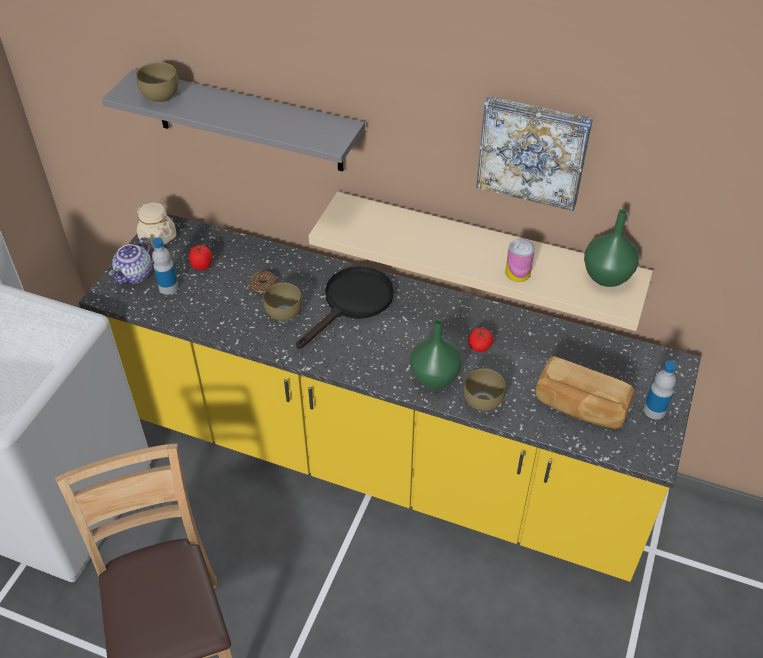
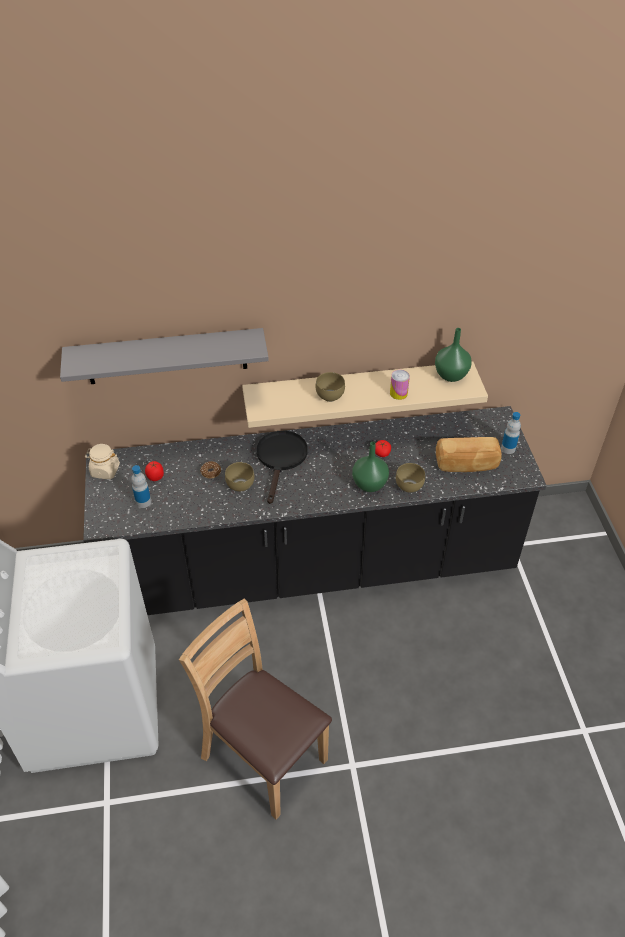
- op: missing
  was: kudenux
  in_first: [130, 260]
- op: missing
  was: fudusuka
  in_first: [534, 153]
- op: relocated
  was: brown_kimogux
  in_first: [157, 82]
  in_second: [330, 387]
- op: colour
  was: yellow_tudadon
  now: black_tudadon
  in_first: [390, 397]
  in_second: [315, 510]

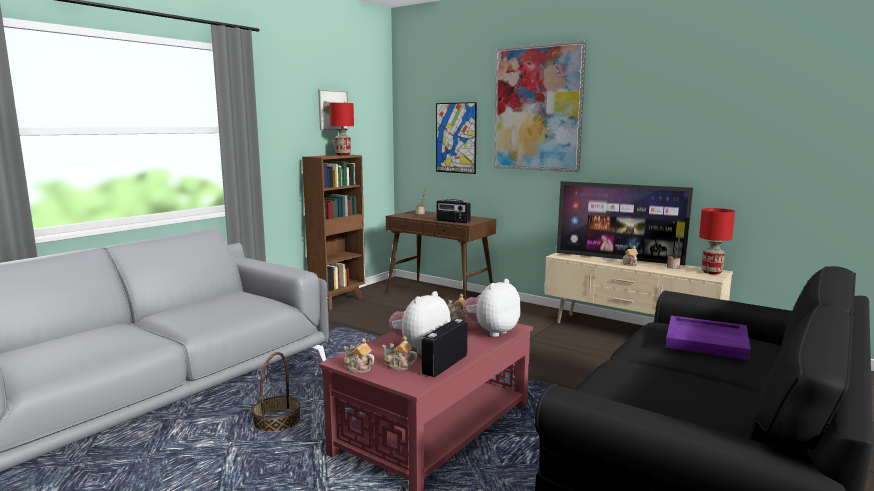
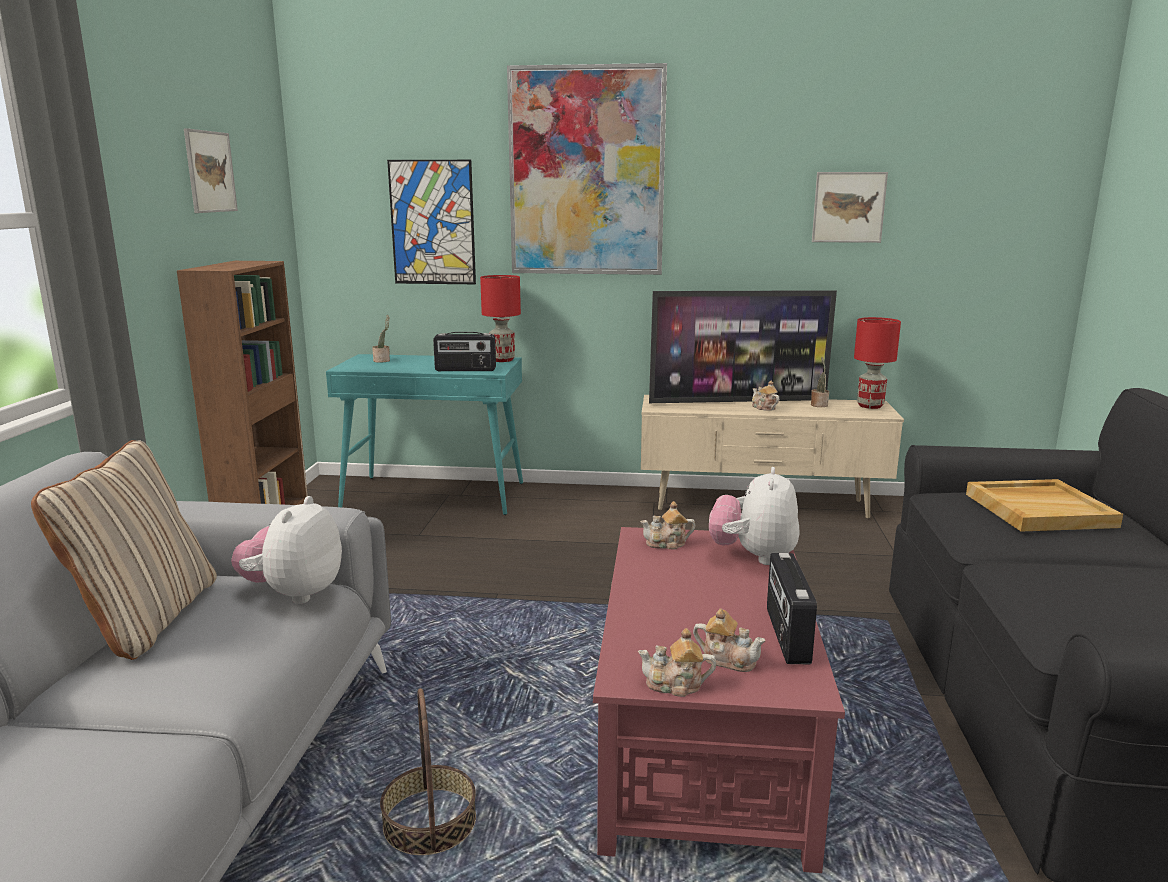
- op: appeared
  now: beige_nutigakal
  in_second: [124, 550]
- op: appeared
  now: fudusuka
  in_second: [850, 207]
- op: relocated
  was: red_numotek
  in_first: [341, 129]
  in_second: [500, 318]
- op: relocated
  was: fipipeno
  in_first: [420, 323]
  in_second: [286, 550]
- op: colour
  was: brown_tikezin
  now: turquoise_tikezin
  in_first: [441, 255]
  in_second: [424, 434]
- op: colour
  was: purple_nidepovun
  now: beige_nidepovun
  in_first: [708, 338]
  in_second: [1044, 505]
- op: spun
  was: kudenux
  in_first: [400, 353]
  in_second: [729, 640]
  clockwise: -150

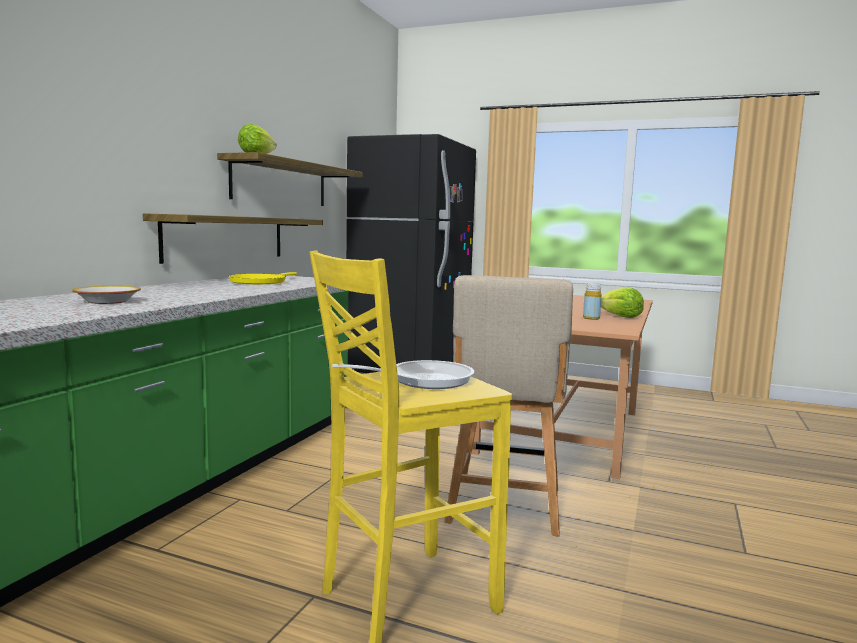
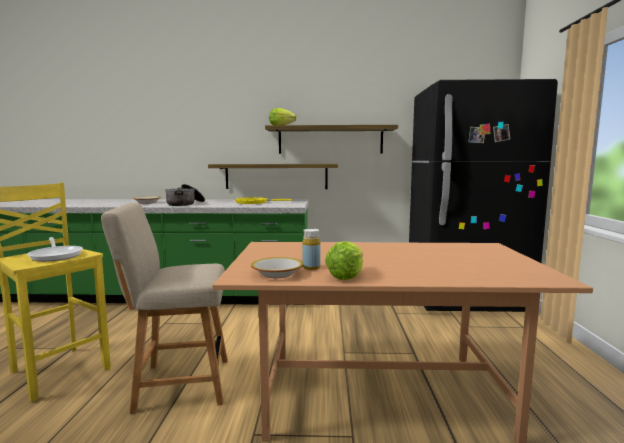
- op: appeared
  now: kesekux
  in_second: [185, 195]
- op: appeared
  now: kimogux
  in_second: [277, 267]

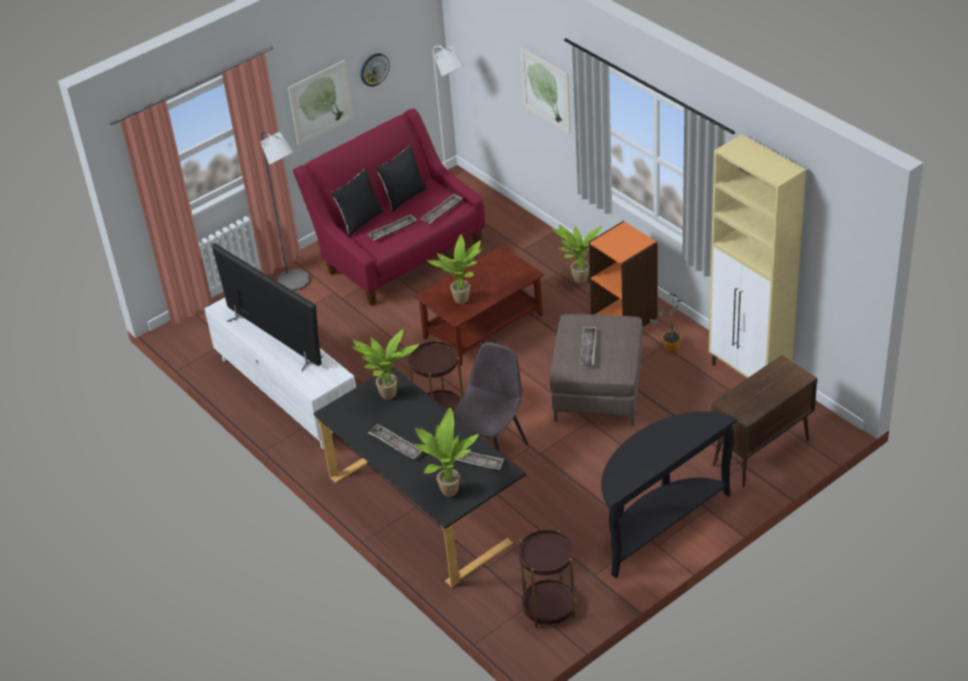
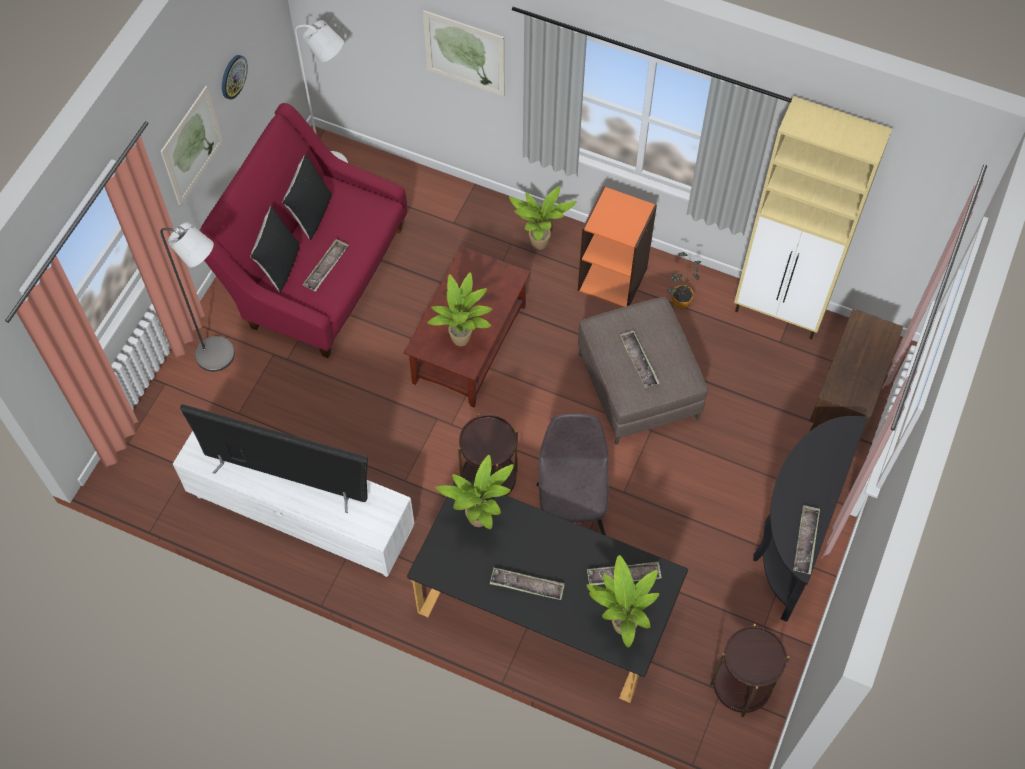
- op: relocated
  was: nidepovun
  in_first: [442, 208]
  in_second: [806, 540]

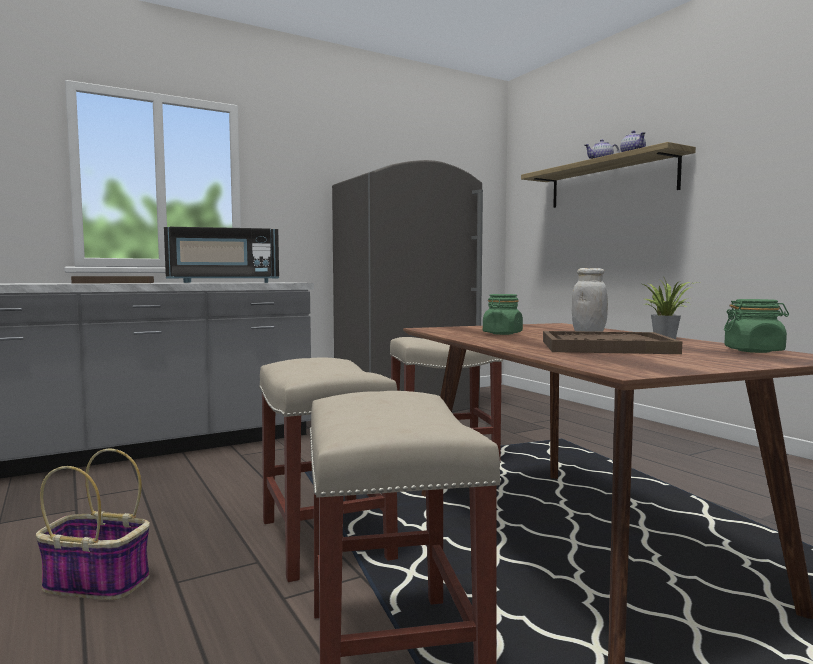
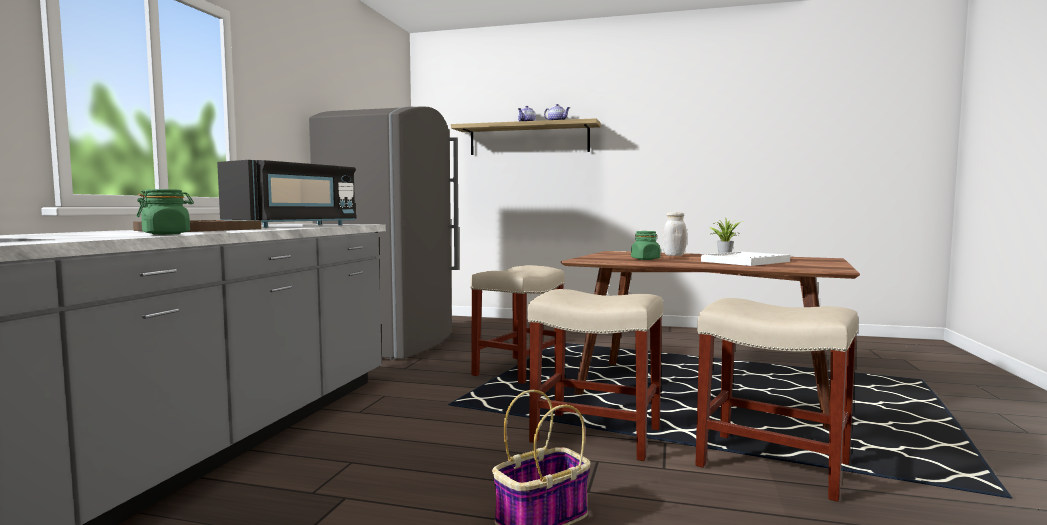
- op: relocated
  was: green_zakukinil
  in_first: [756, 326]
  in_second: [165, 212]
- op: colour
  was: brown_nidepovun
  now: white_nidepovun
  in_first: [612, 342]
  in_second: [745, 259]

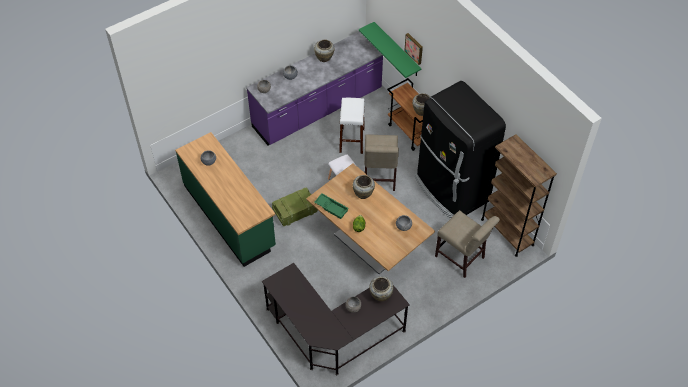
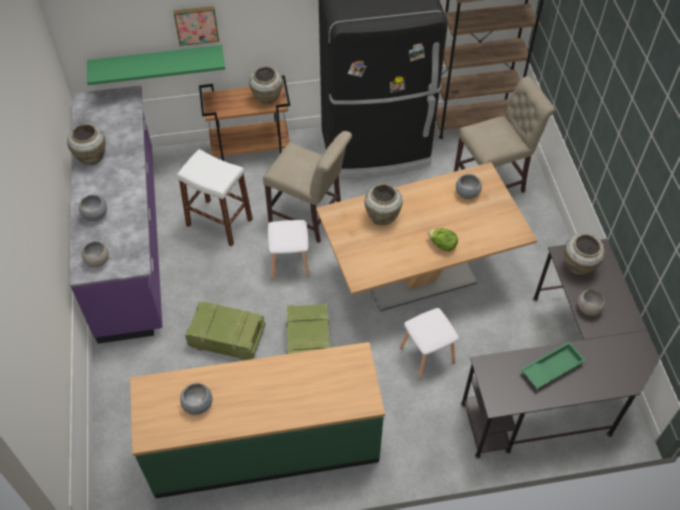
- op: appeared
  now: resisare
  in_second: [225, 330]
- op: appeared
  now: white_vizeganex
  in_second: [429, 343]
- op: relocated
  was: green_nidepovun
  in_first: [331, 206]
  in_second: [553, 365]

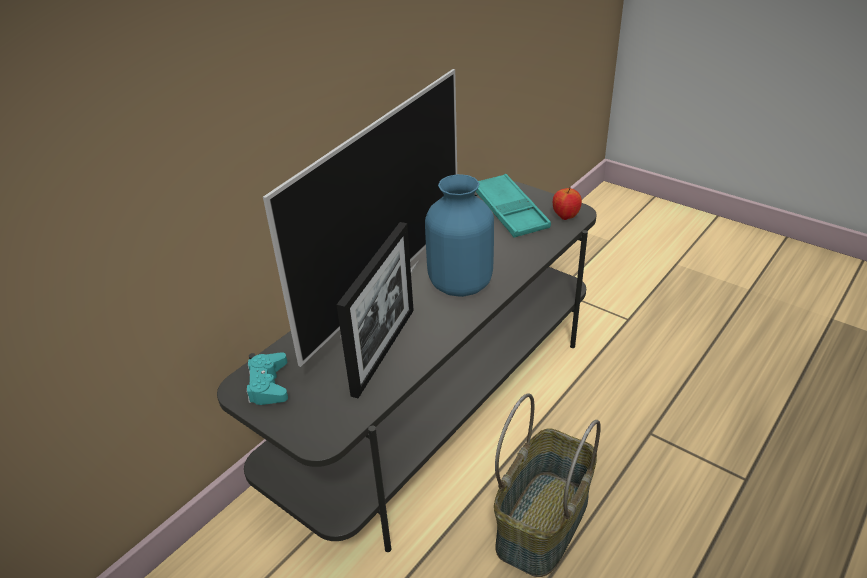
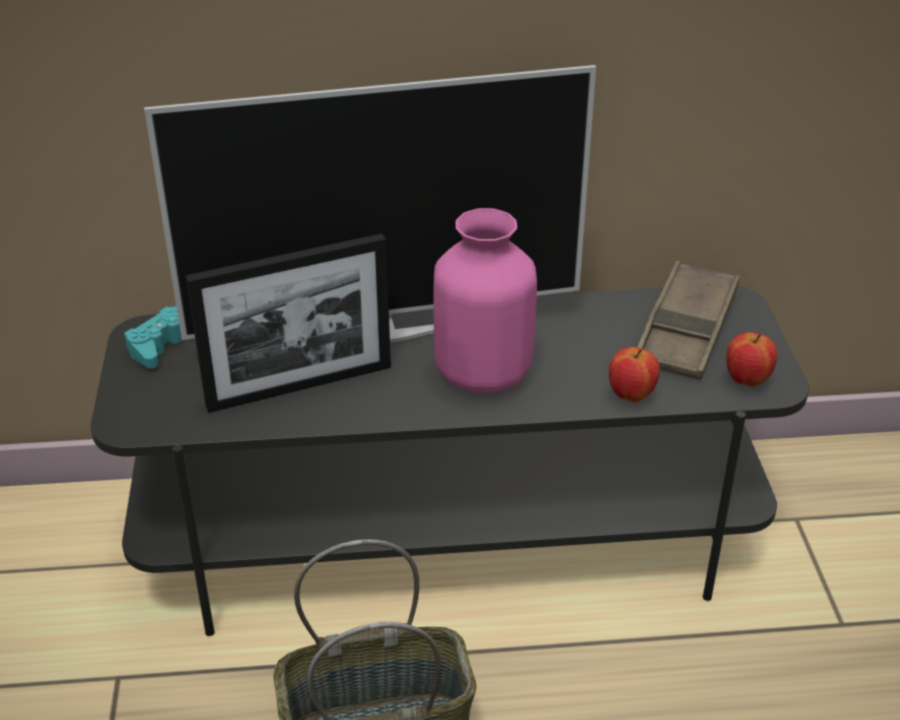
- op: appeared
  now: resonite
  in_second: [634, 374]
- op: colour
  was: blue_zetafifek
  now: pink_zetafifek
  in_first: [459, 235]
  in_second: [485, 300]
- op: colour
  was: turquoise_nidepovun
  now: brown_nidepovun
  in_first: [513, 206]
  in_second: [688, 320]

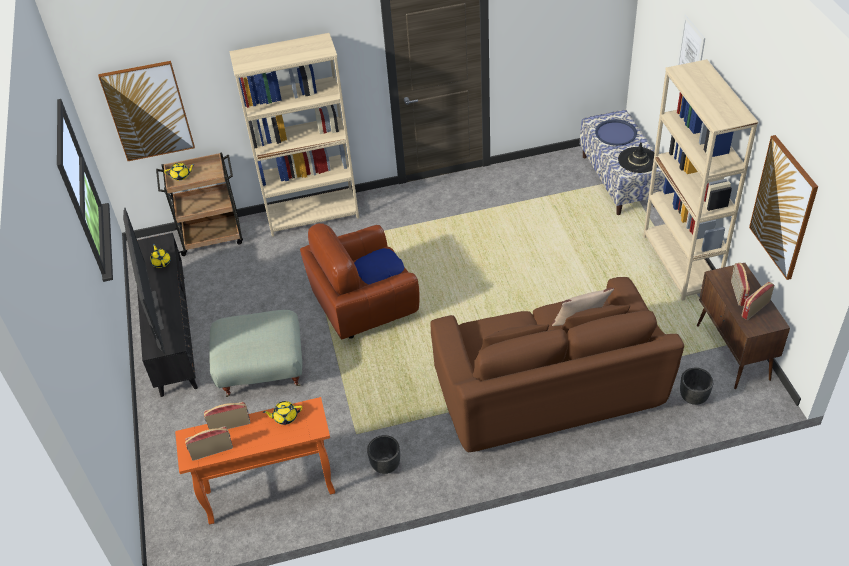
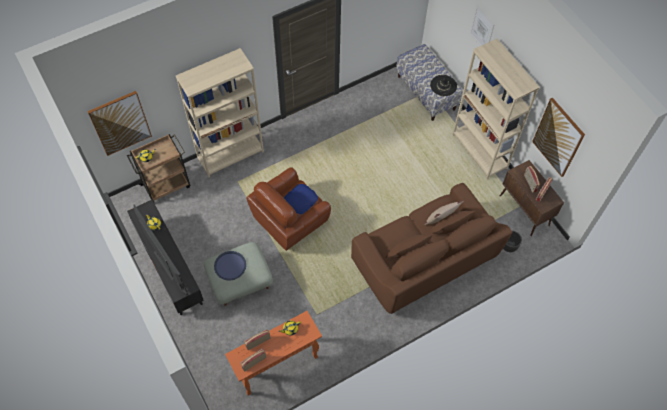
- op: missing
  was: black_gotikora
  in_first: [383, 454]
- op: relocated
  was: blue_nidepovun
  in_first: [616, 132]
  in_second: [230, 265]

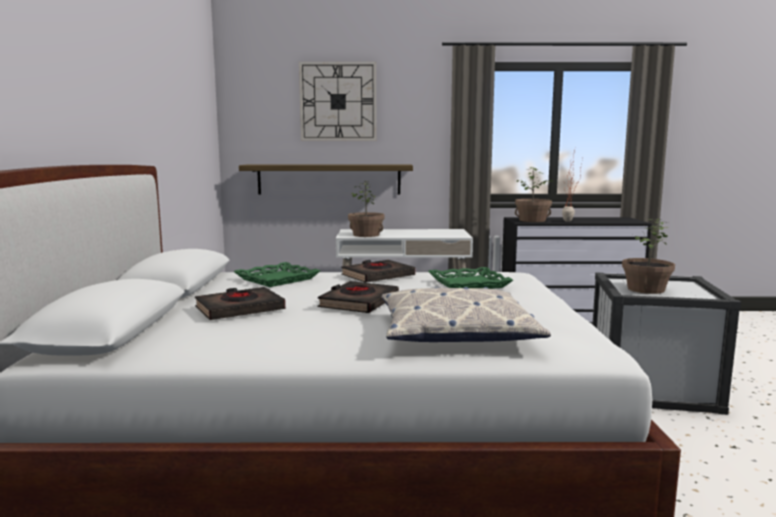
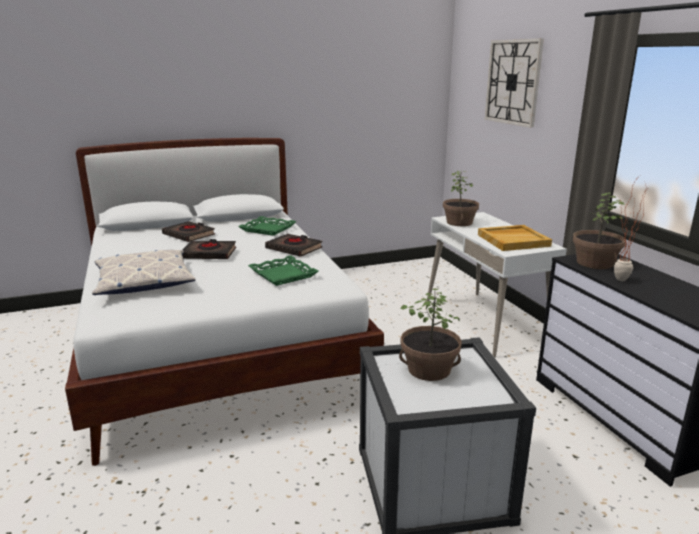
- op: missing
  was: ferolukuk
  in_first: [326, 180]
- op: appeared
  now: beige_nidepovun
  in_second: [515, 238]

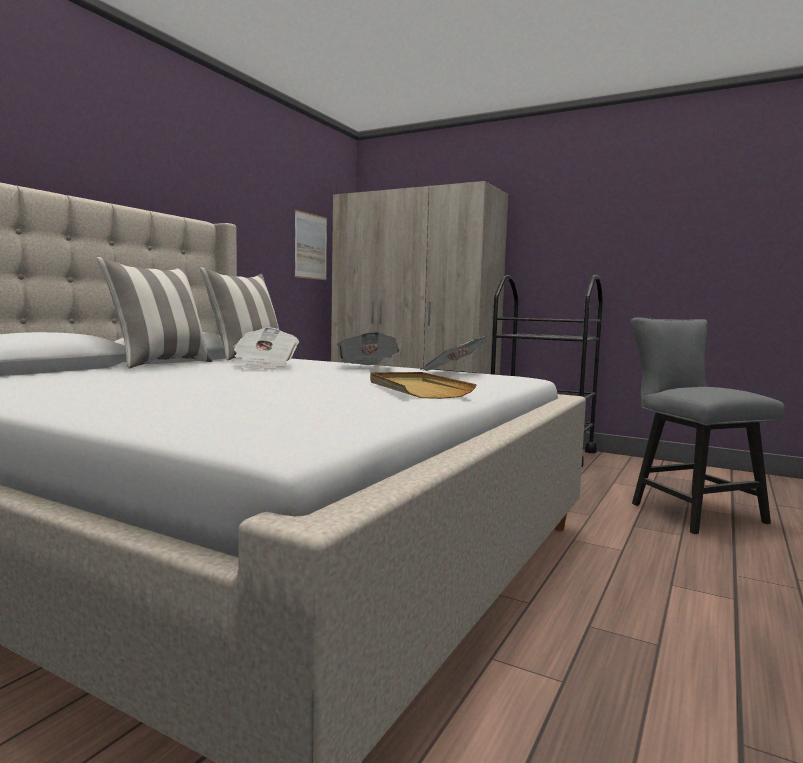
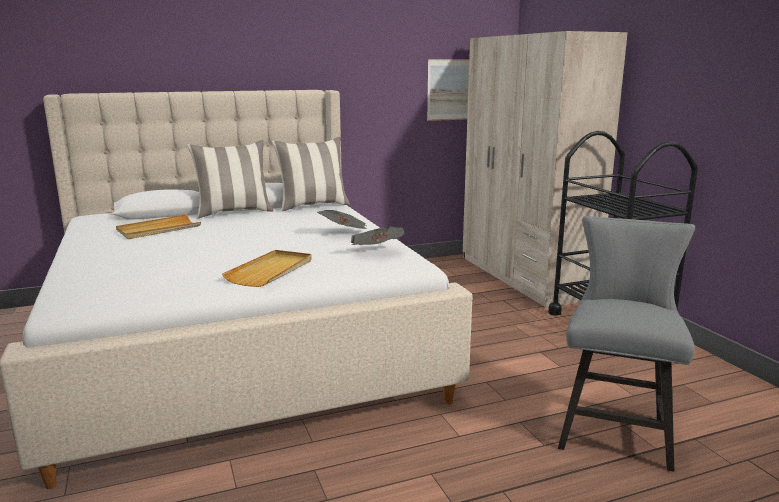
- op: missing
  was: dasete
  in_first: [266, 348]
- op: appeared
  now: beige_nidepovun
  in_second: [158, 226]

